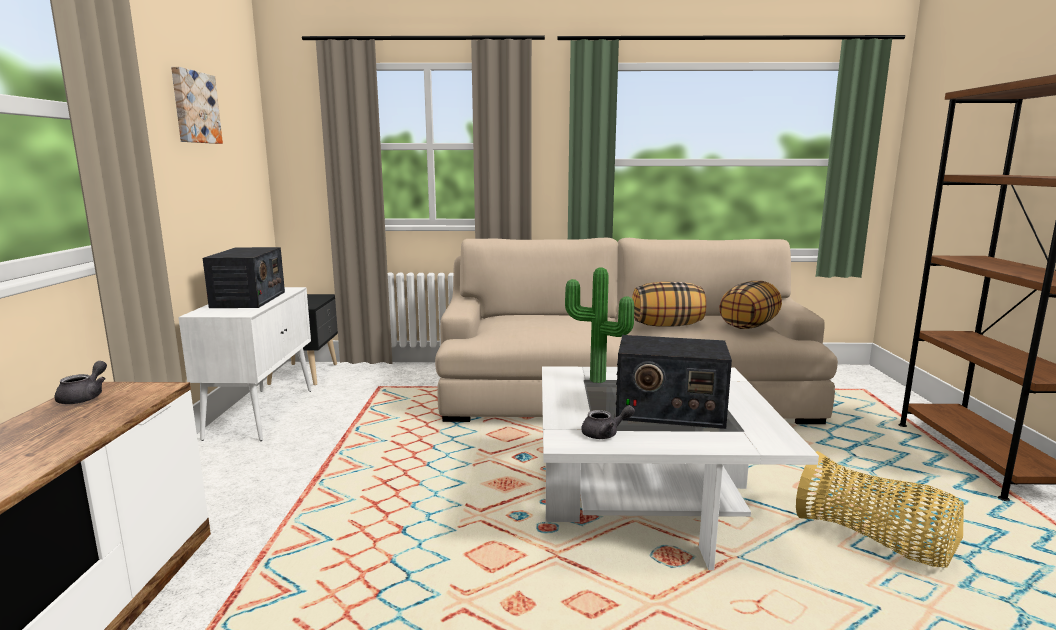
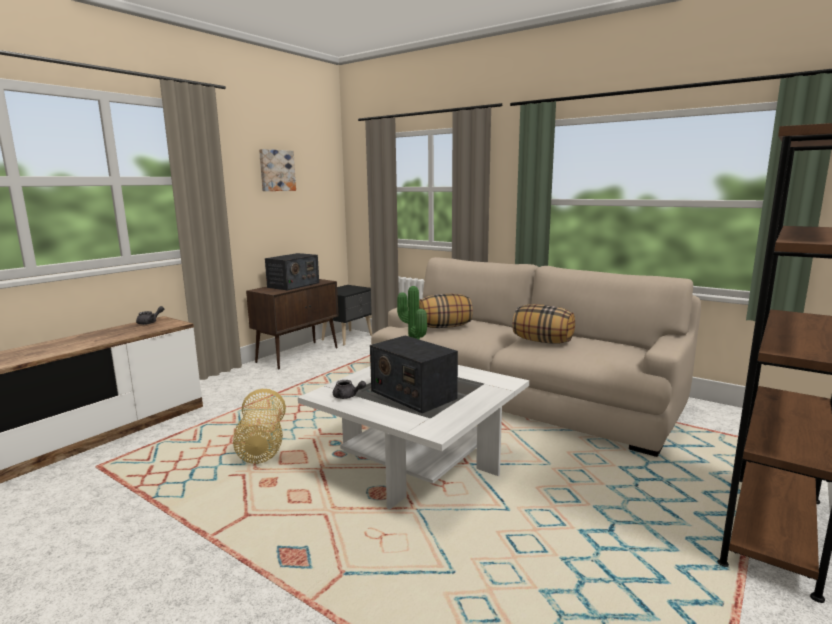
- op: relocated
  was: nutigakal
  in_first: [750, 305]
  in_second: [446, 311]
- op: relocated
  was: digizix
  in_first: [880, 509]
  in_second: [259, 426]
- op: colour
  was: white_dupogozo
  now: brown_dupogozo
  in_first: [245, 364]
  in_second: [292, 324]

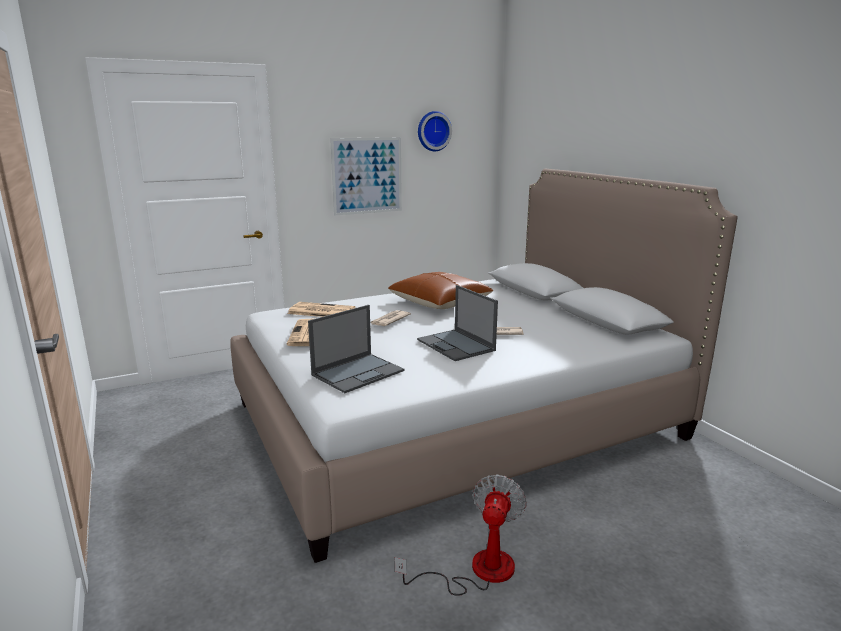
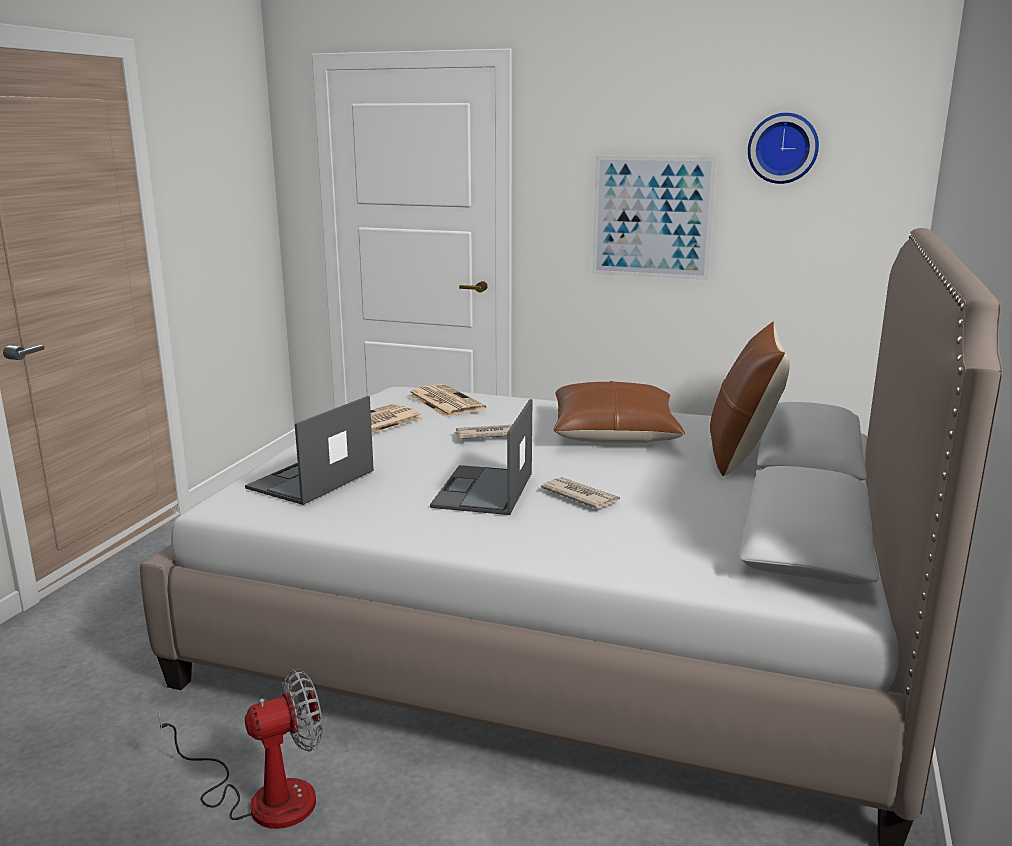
- op: appeared
  now: brown_nutigakal
  in_second: [750, 399]
- op: spun
  was: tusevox
  in_first: [356, 349]
  in_second: [309, 450]
  clockwise: 120

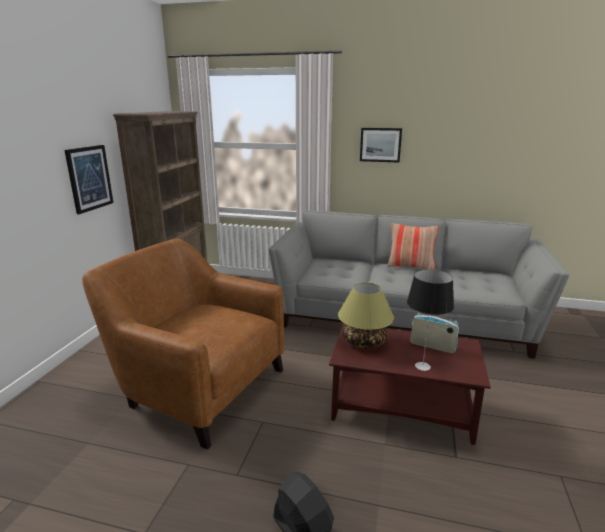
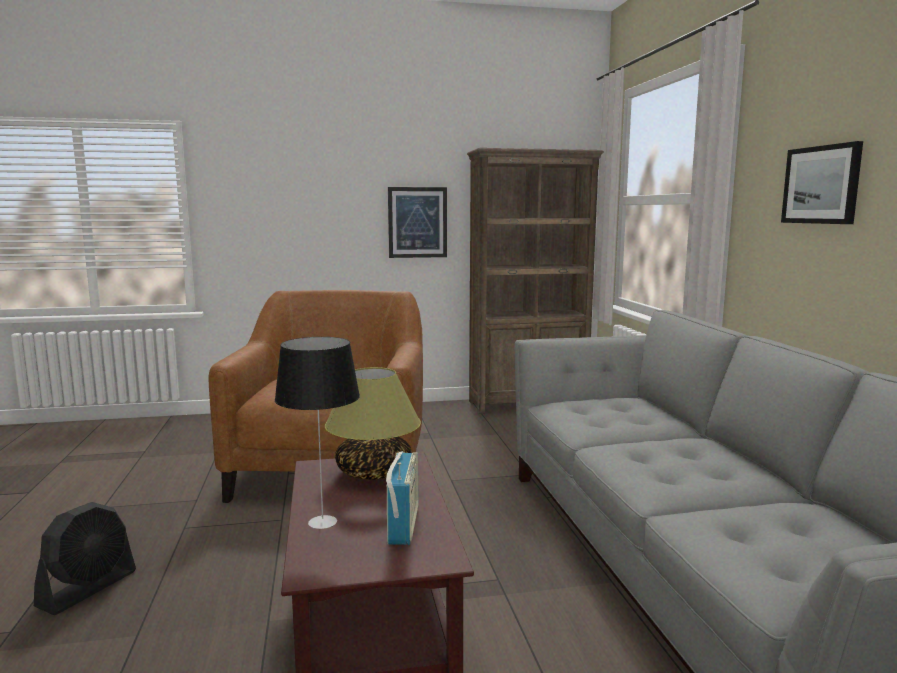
- op: missing
  was: nutigakal
  in_first: [413, 246]

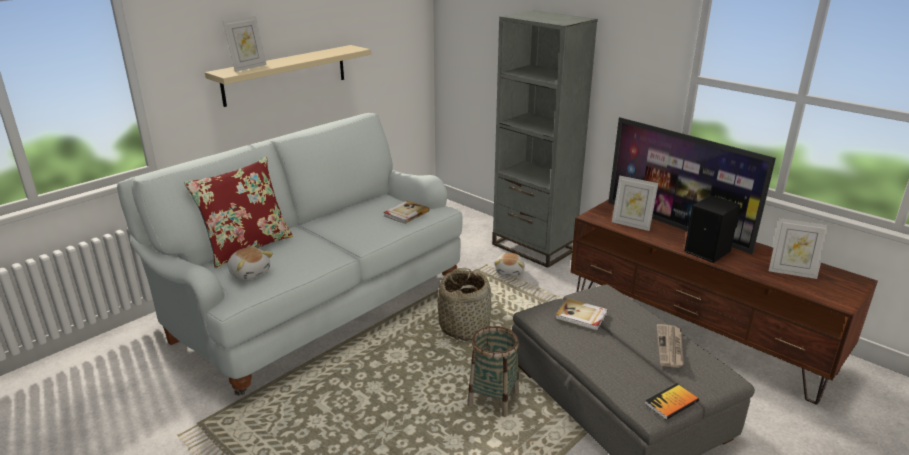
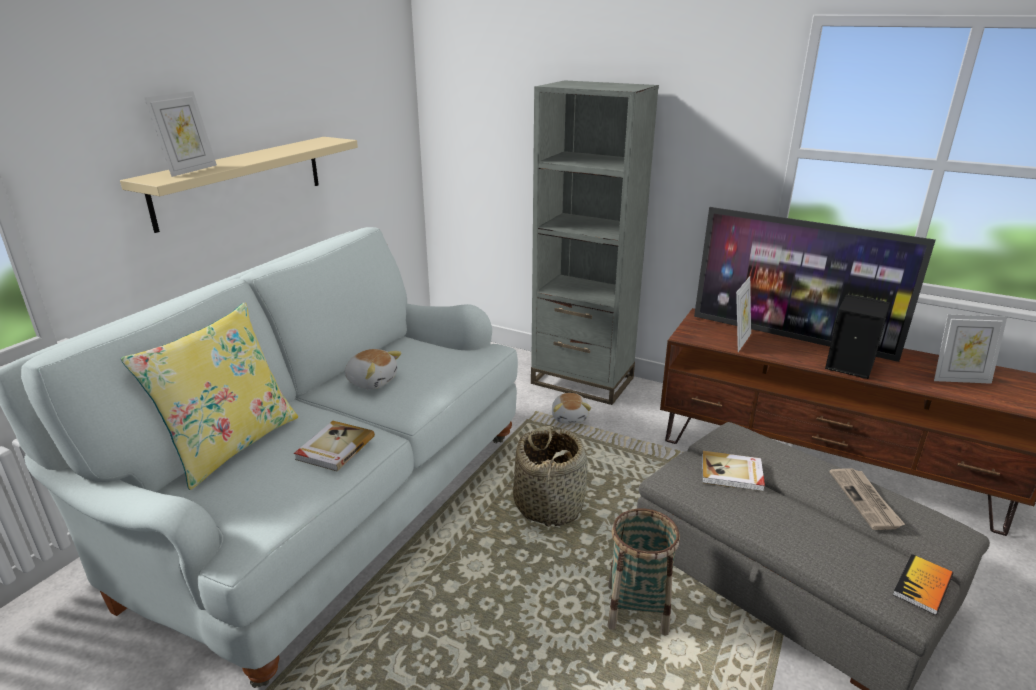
- op: relocated
  was: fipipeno
  in_first: [250, 263]
  in_second: [373, 369]
- op: relocated
  was: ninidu
  in_first: [406, 212]
  in_second: [334, 446]
- op: colour
  was: red_nutigakal
  now: yellow_nutigakal
  in_first: [238, 212]
  in_second: [209, 396]
- op: spun
  was: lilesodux
  in_first: [635, 203]
  in_second: [743, 314]
  clockwise: -75

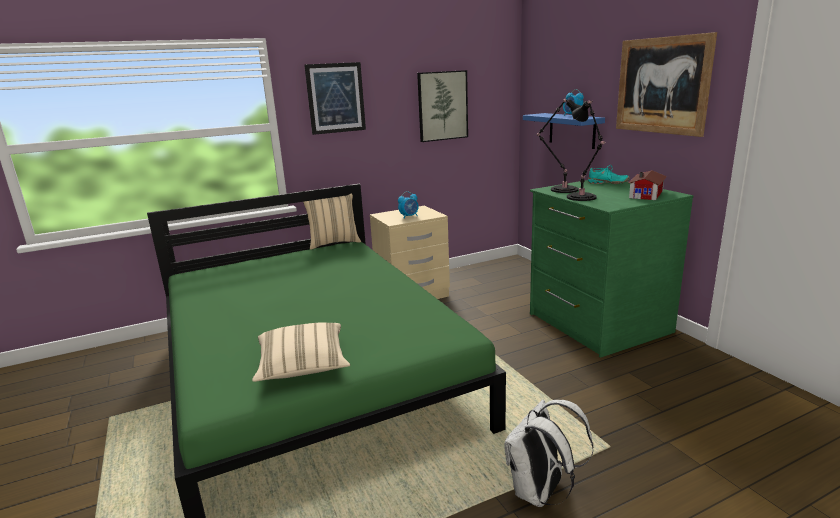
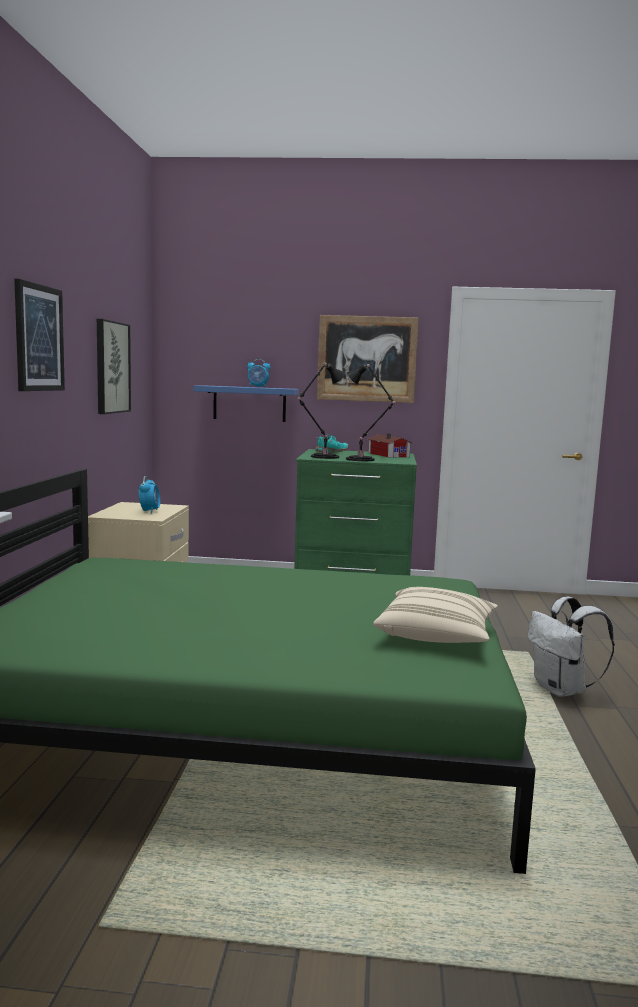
- op: missing
  was: beige_nutigakal
  in_first: [332, 221]

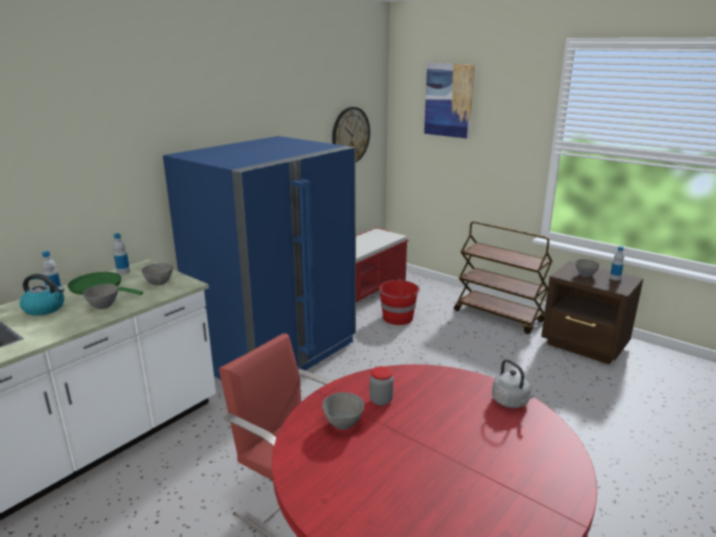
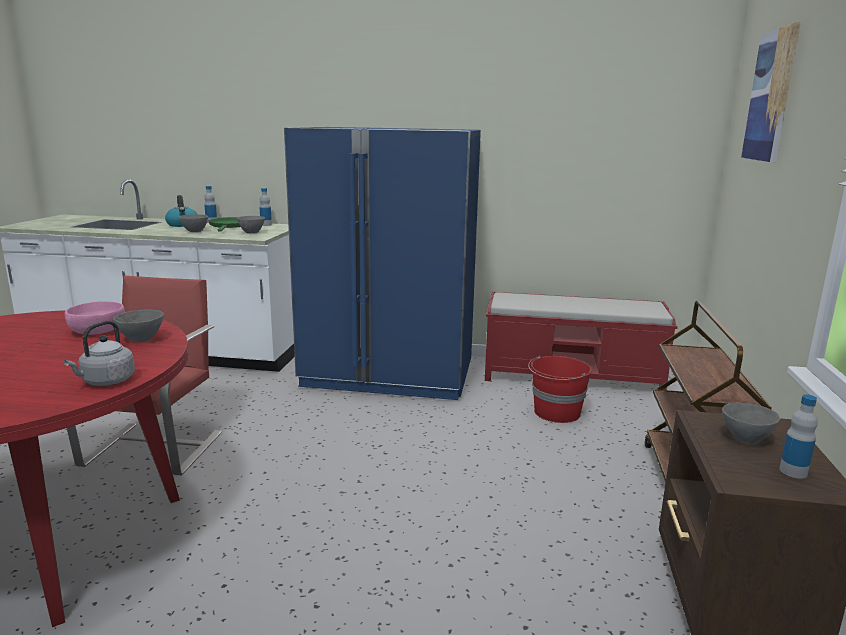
- op: missing
  was: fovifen
  in_first: [351, 134]
- op: relocated
  was: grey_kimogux
  in_first: [343, 411]
  in_second: [138, 326]
- op: exchanged
  was: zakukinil
  now: pink_kimogux
  in_first: [382, 386]
  in_second: [95, 318]

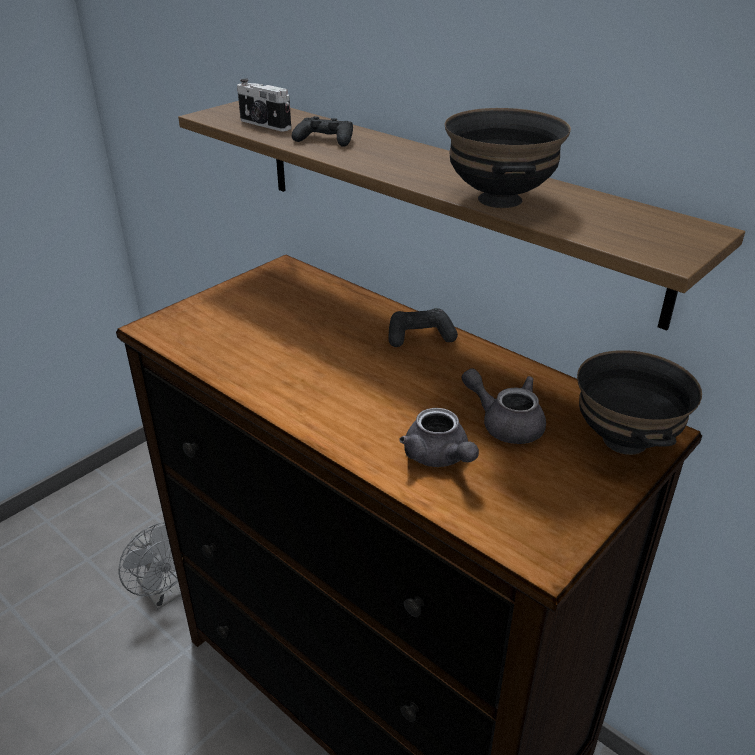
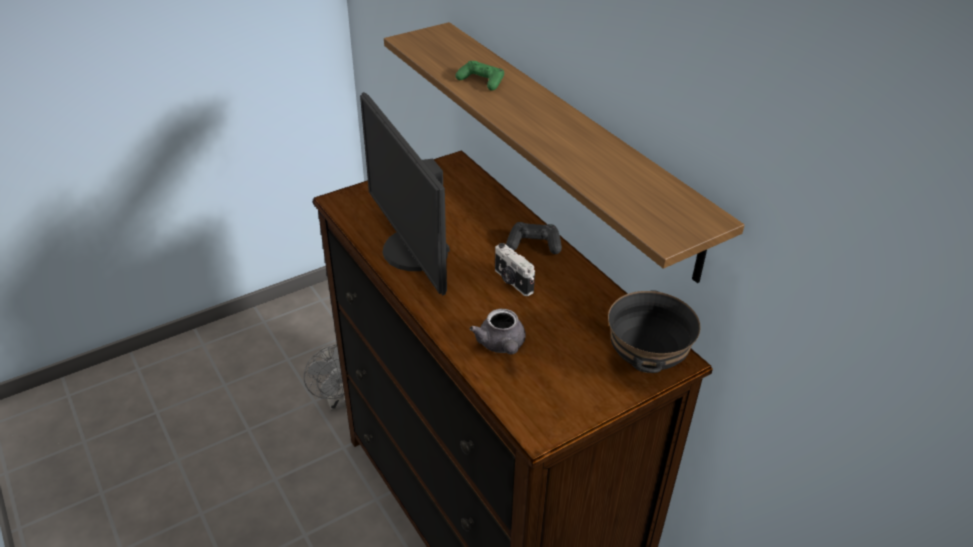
- op: missing
  was: black_kimogux
  in_first: [508, 158]
- op: missing
  was: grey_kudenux
  in_first: [504, 406]
- op: appeared
  now: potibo
  in_second: [405, 193]
- op: relocated
  was: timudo
  in_first: [264, 104]
  in_second: [515, 269]
- op: colour
  was: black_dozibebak
  now: green_dozibebak
  in_first: [322, 131]
  in_second: [479, 76]

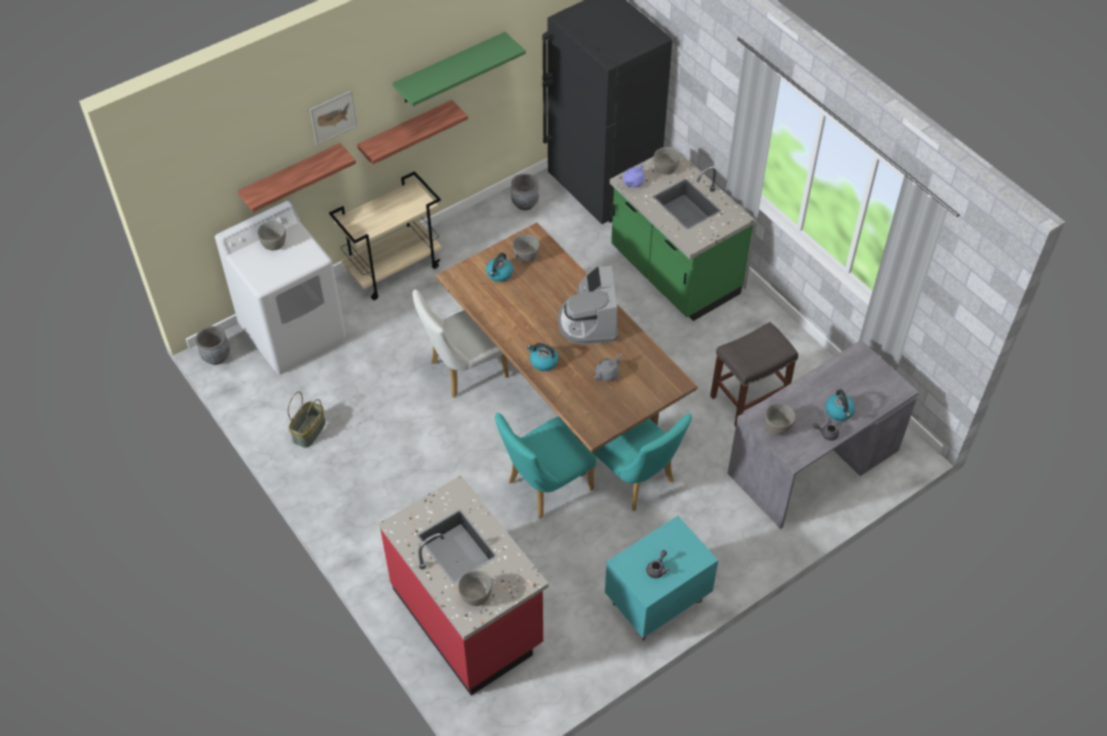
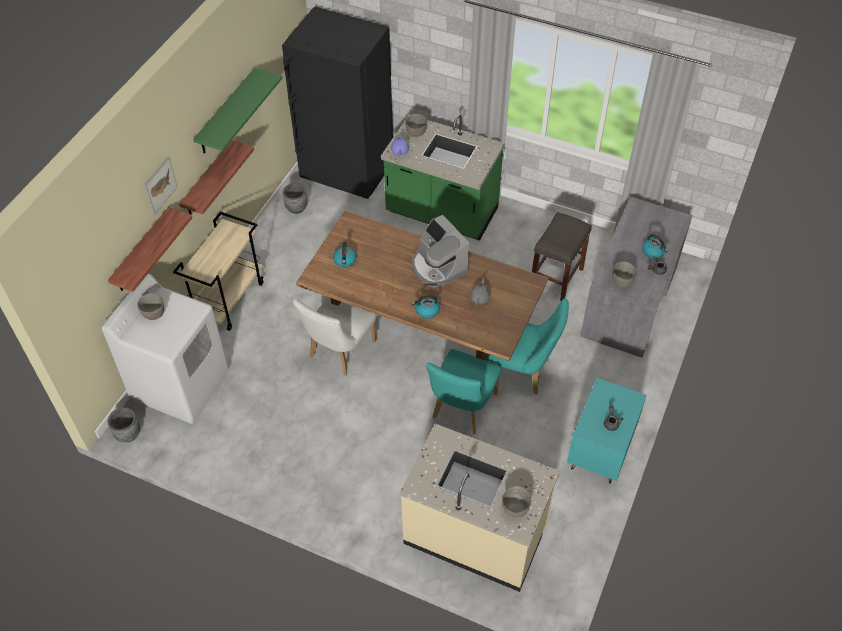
- op: missing
  was: digizix
  in_first: [307, 420]
- op: missing
  was: grey_kimogux
  in_first: [526, 248]
- op: colour
  was: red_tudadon
  now: beige_tudadon
  in_first: [464, 585]
  in_second: [480, 508]

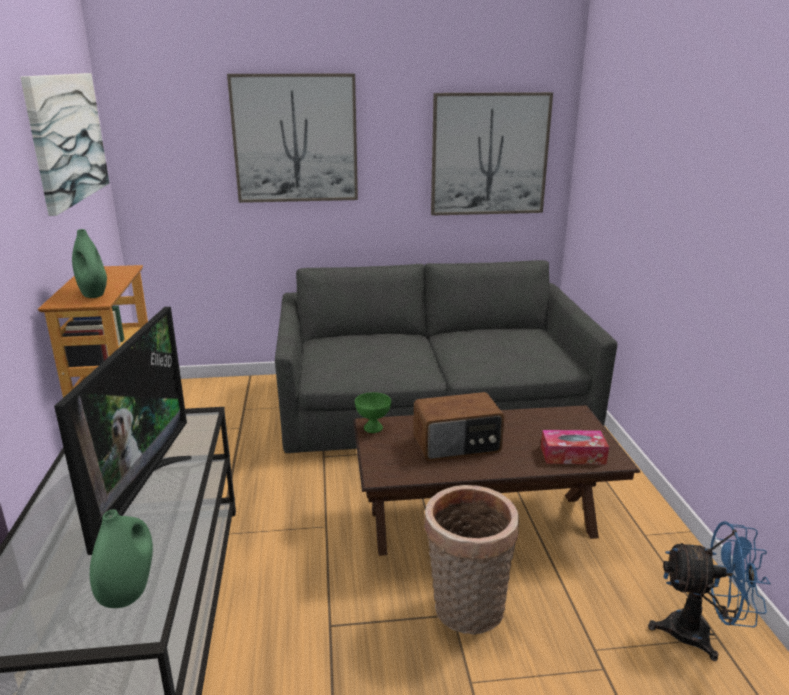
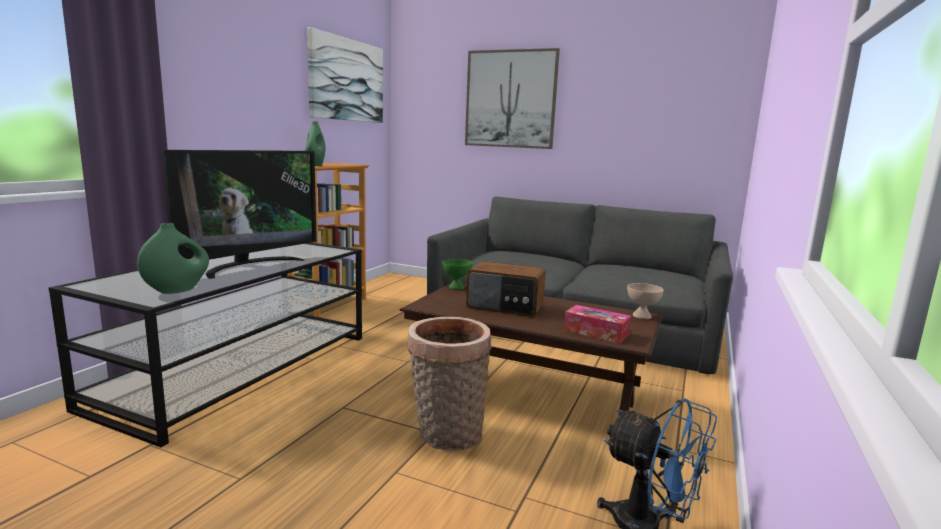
- op: missing
  was: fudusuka
  in_first: [492, 154]
- op: appeared
  now: beige_kimogux
  in_second: [645, 301]

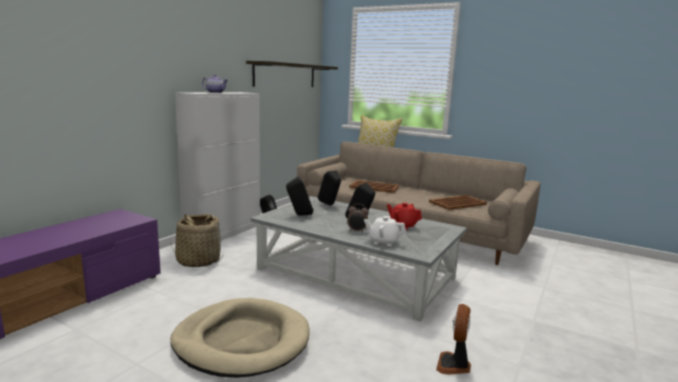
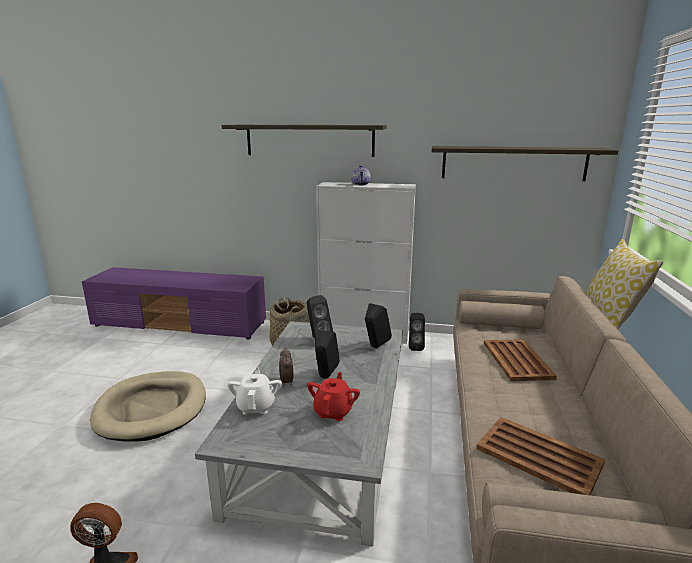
- op: appeared
  now: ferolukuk
  in_second: [304, 141]

